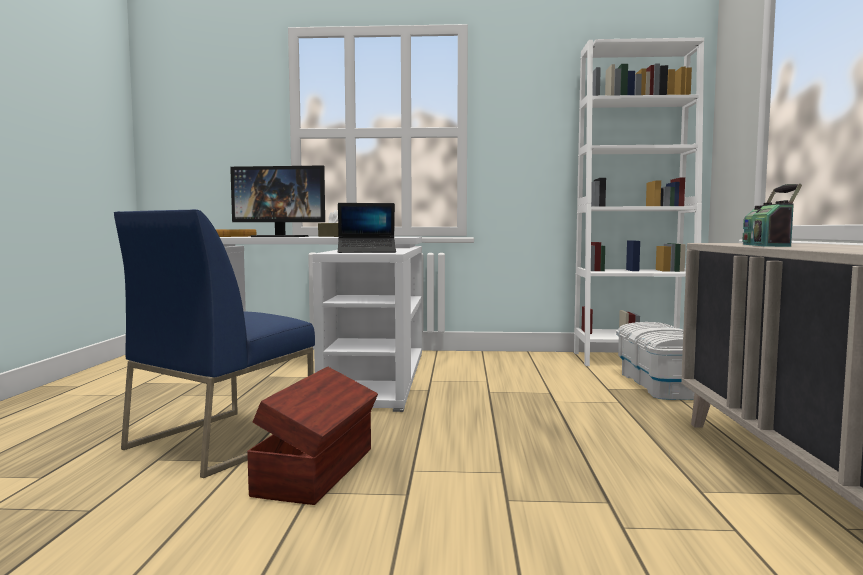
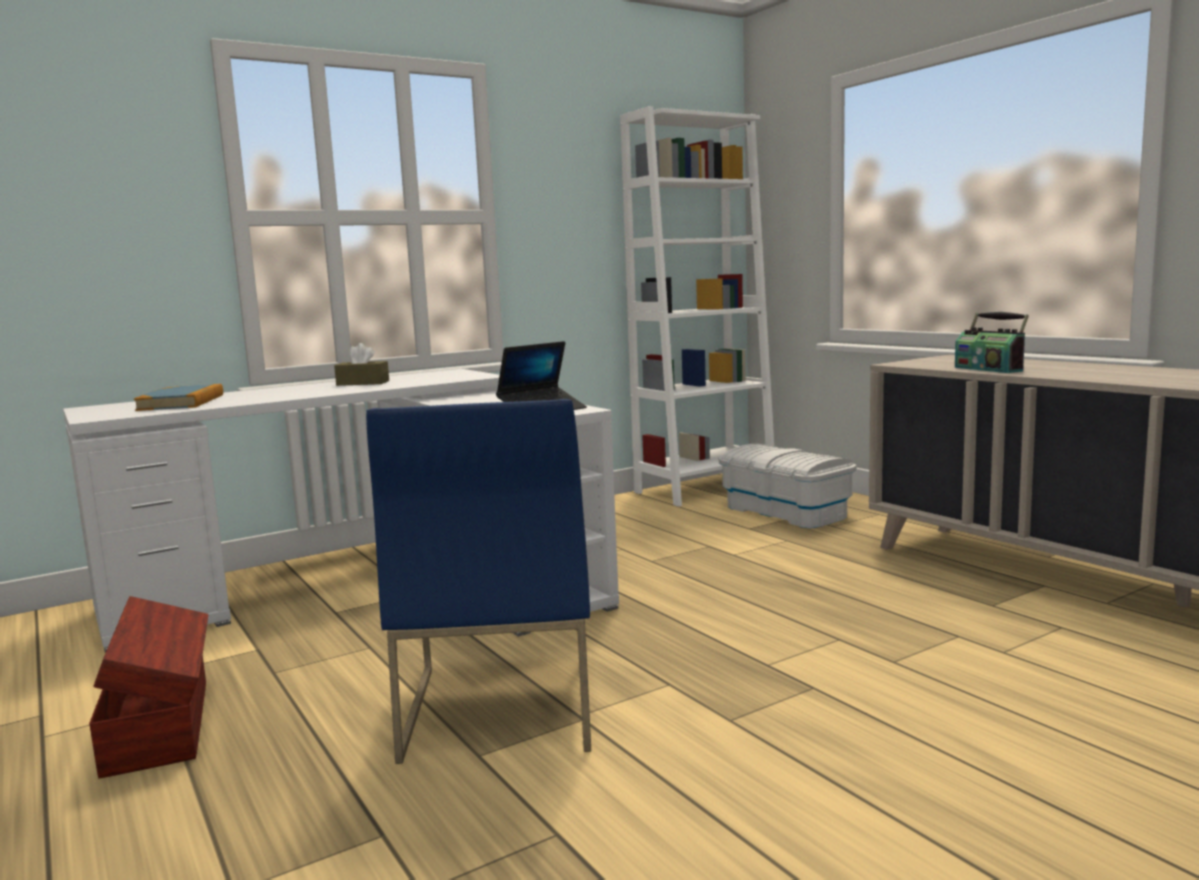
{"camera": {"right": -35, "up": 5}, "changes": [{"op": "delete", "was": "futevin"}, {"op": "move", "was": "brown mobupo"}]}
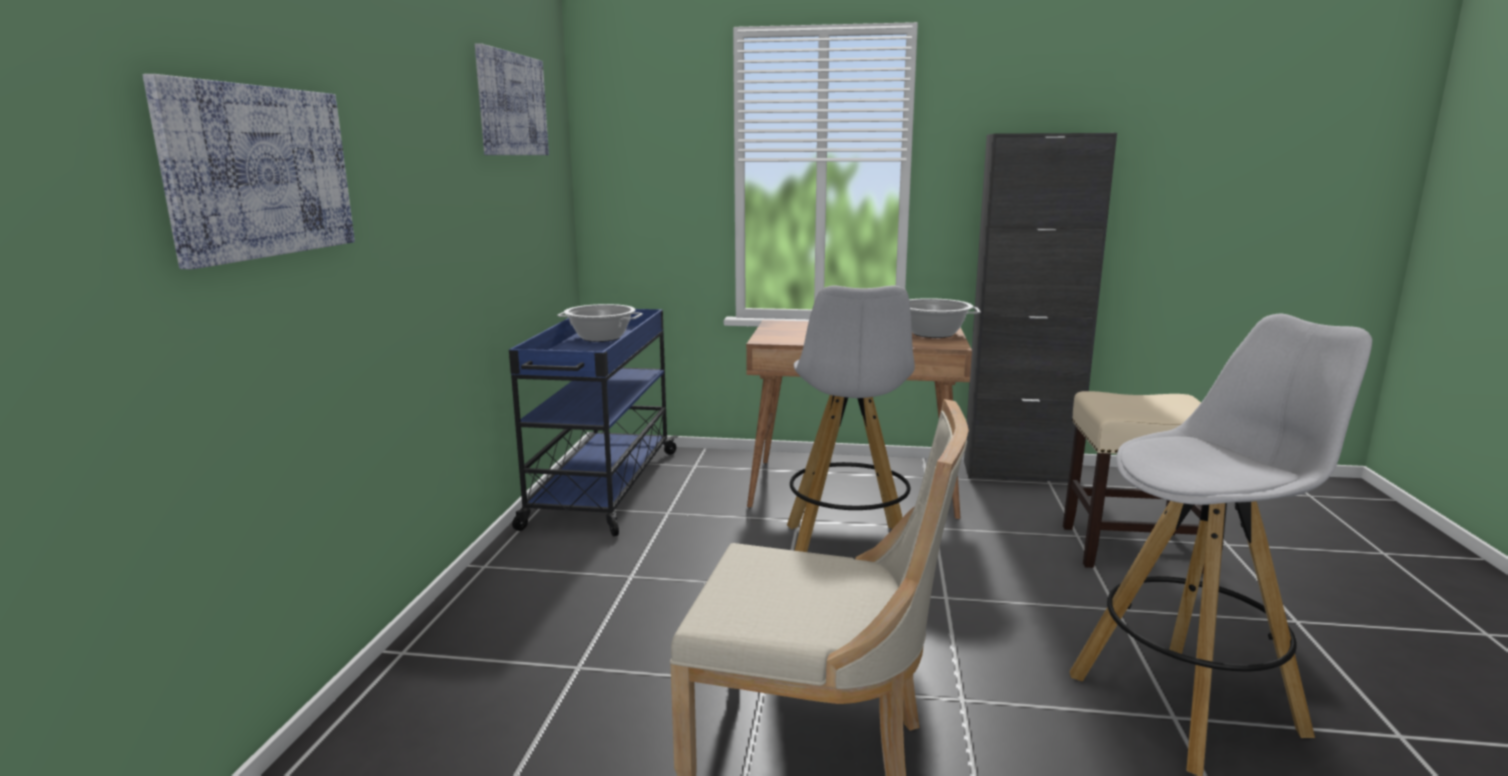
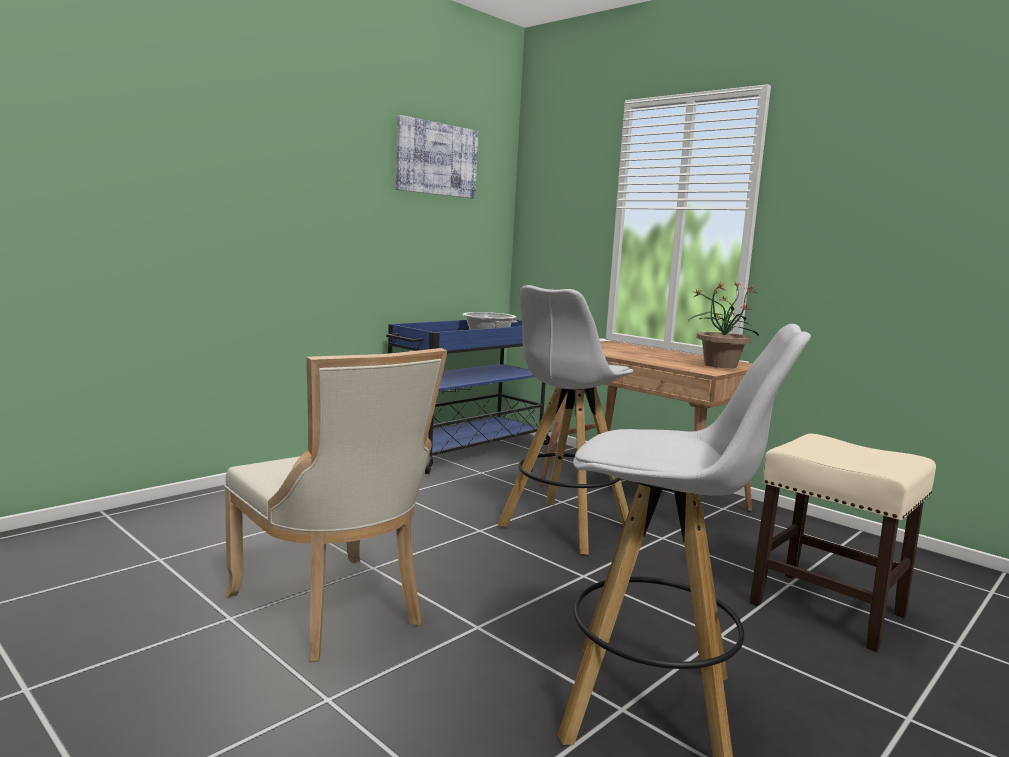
{"camera": {"right": 35, "up": -5}, "changes": [{"op": "delete", "was": "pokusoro (1st from left)"}, {"op": "replace", "was": "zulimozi (2nd from left)", "now": "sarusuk"}, {"op": "delete", "was": "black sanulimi"}]}
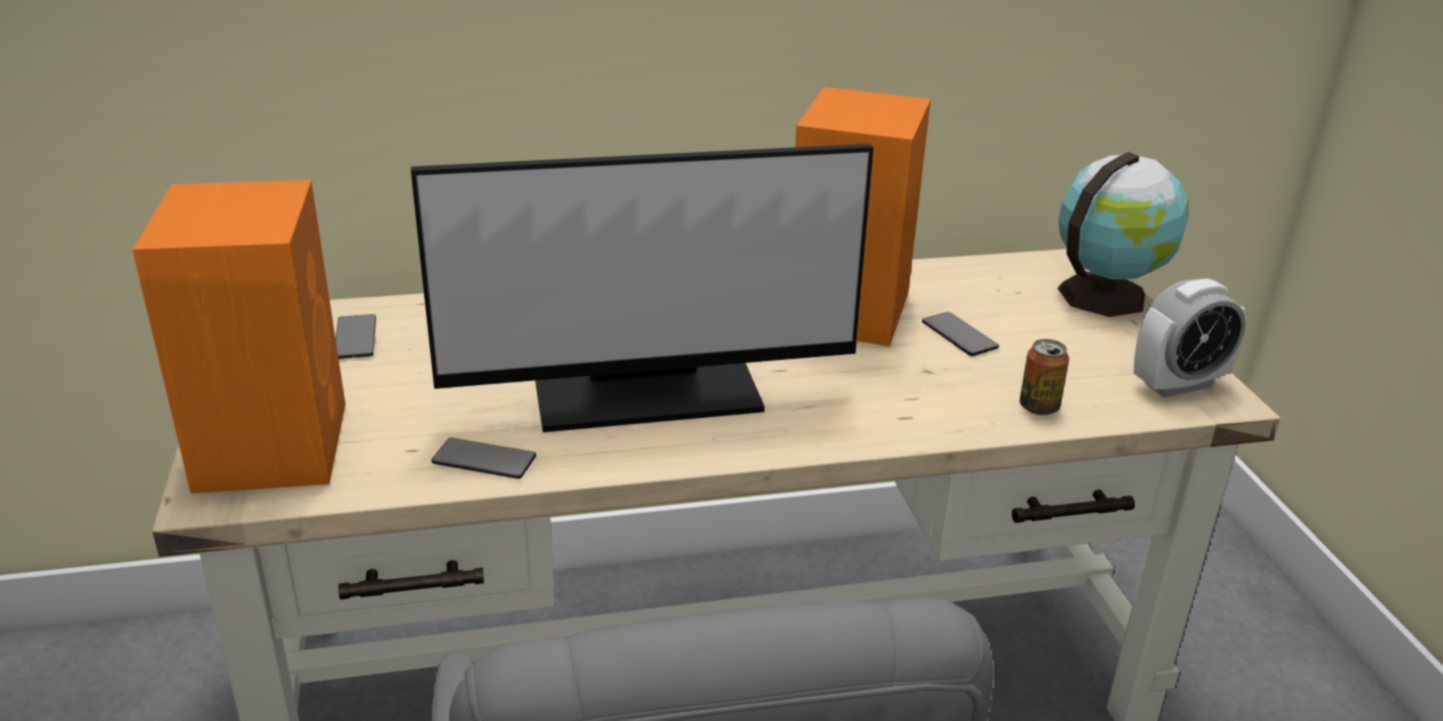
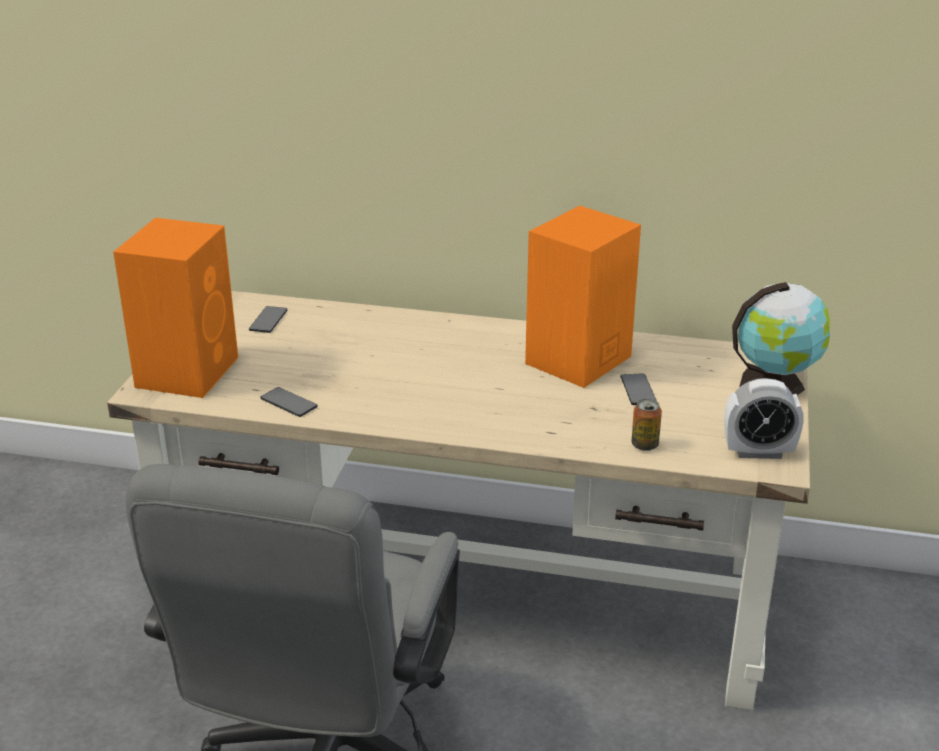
{"camera": {"right": 25, "up": 0}, "changes": [{"op": "delete", "was": "futevin"}]}
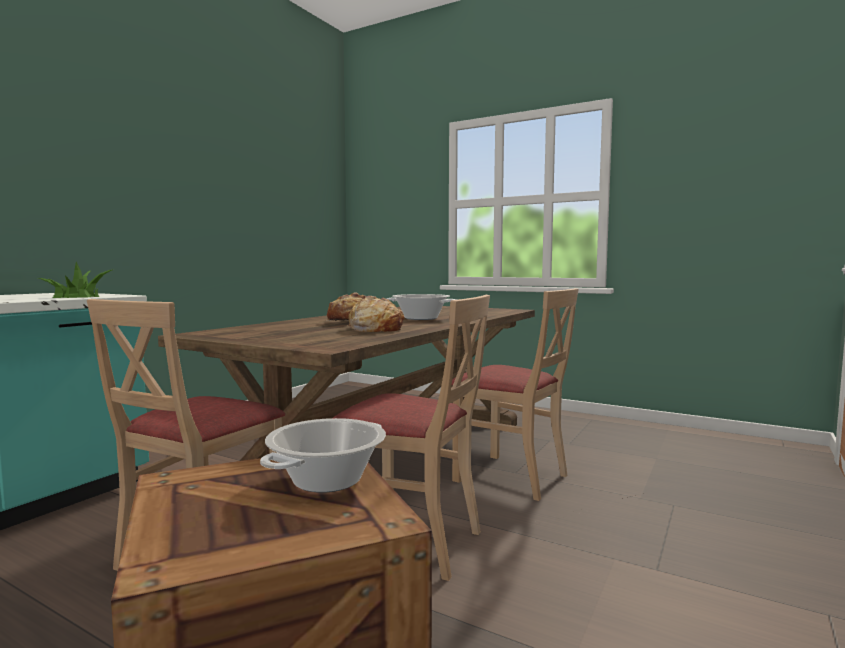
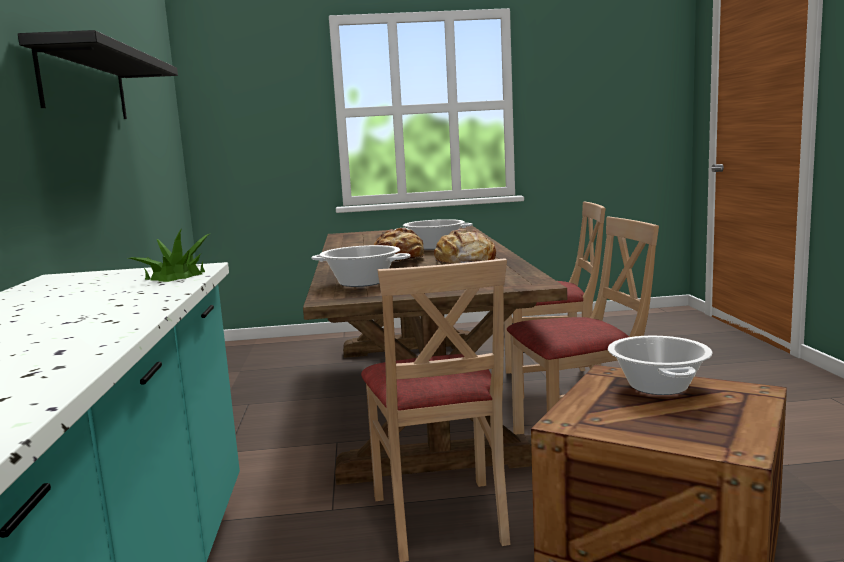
{"camera": {"right": -35, "up": 5}, "changes": [{"op": "insert", "now": "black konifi"}, {"op": "insert", "now": "zulimozi (1st from left)"}]}
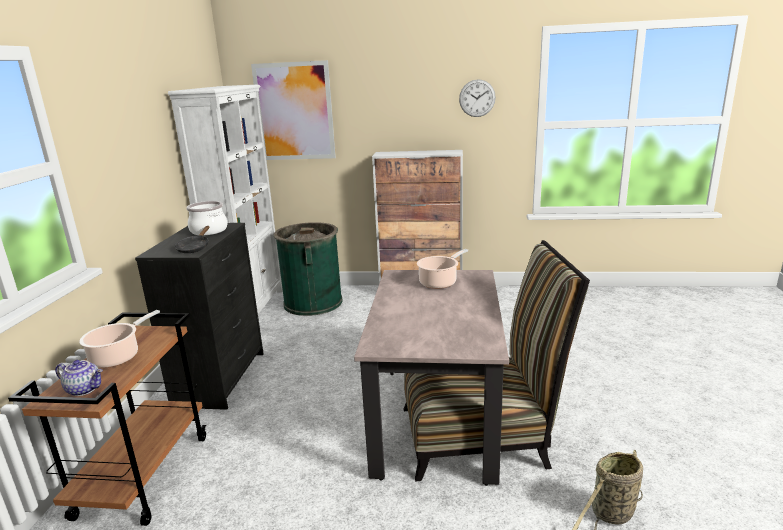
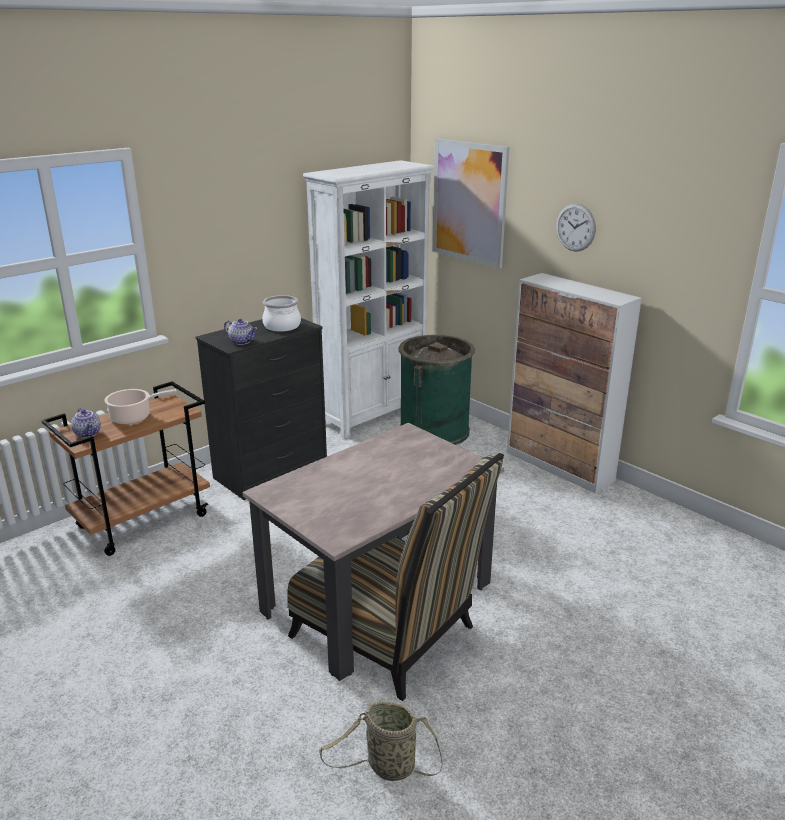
{"camera": {"right": 40, "up": 5}, "changes": [{"op": "replace", "was": "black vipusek", "now": "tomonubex (2nd from left)"}, {"op": "delete", "was": "zulimozi (3rd from left)"}, {"op": "move", "was": "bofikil"}]}
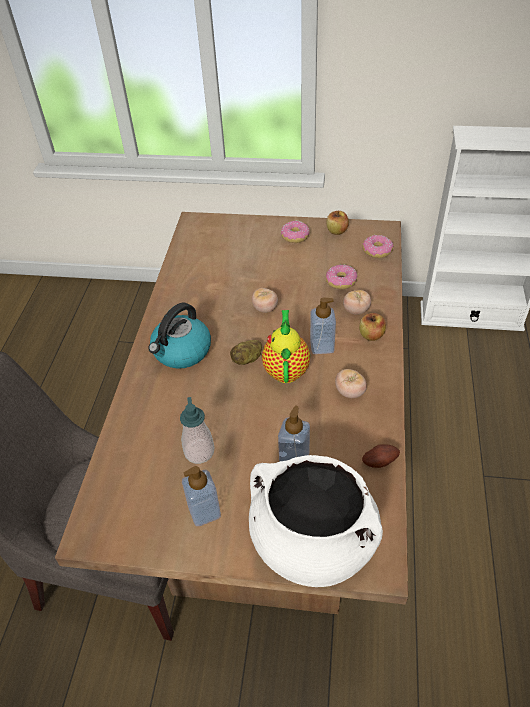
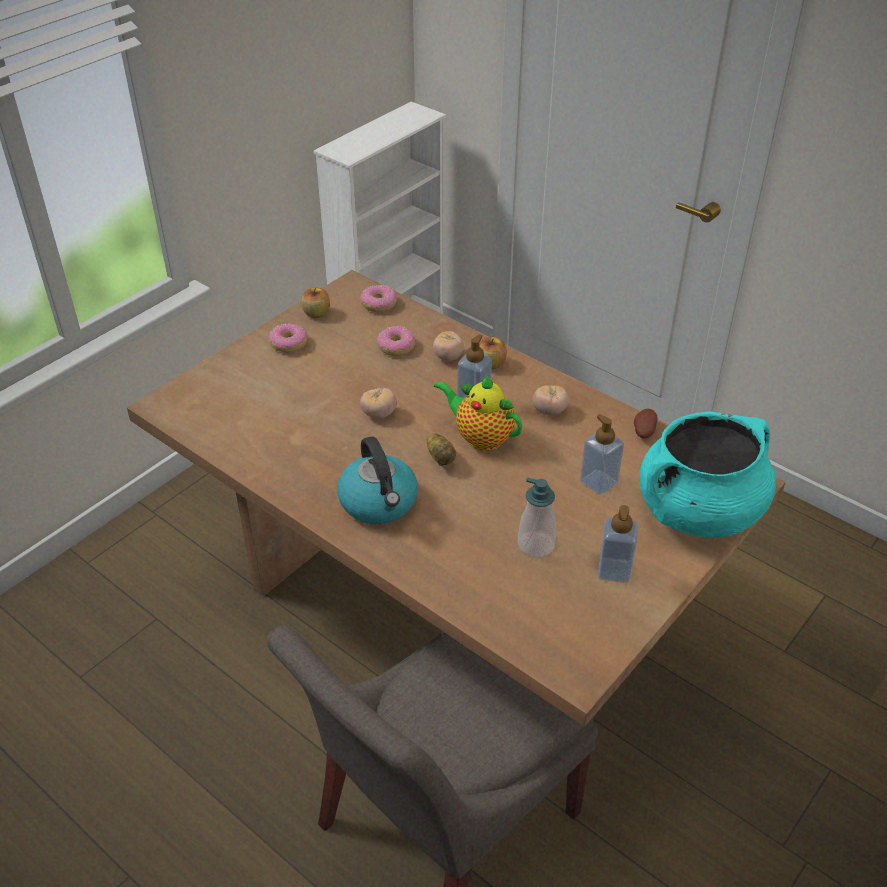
{"camera": {"right": -60, "up": -5}, "changes": [{"op": "recolor", "was": "white zulimozi", "now": "turquoise zulimozi"}]}
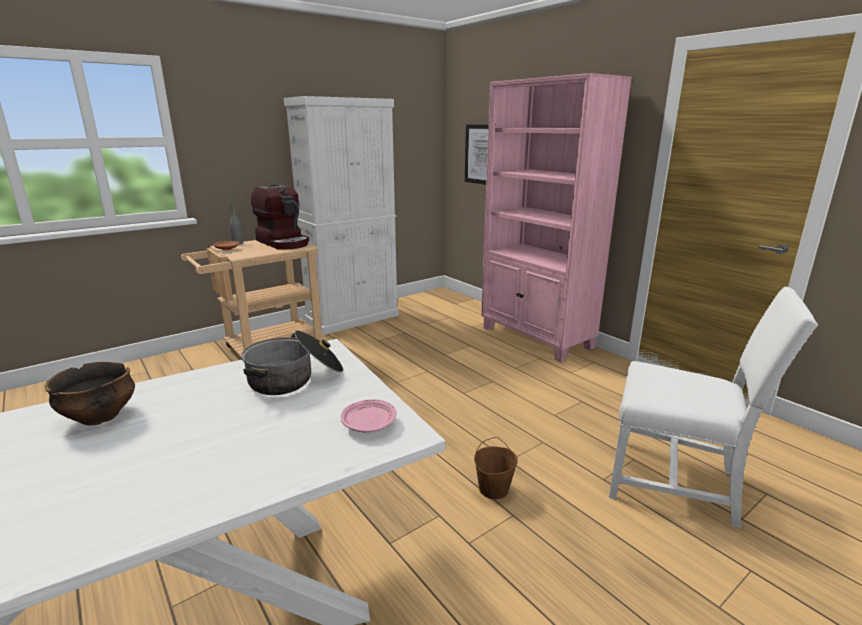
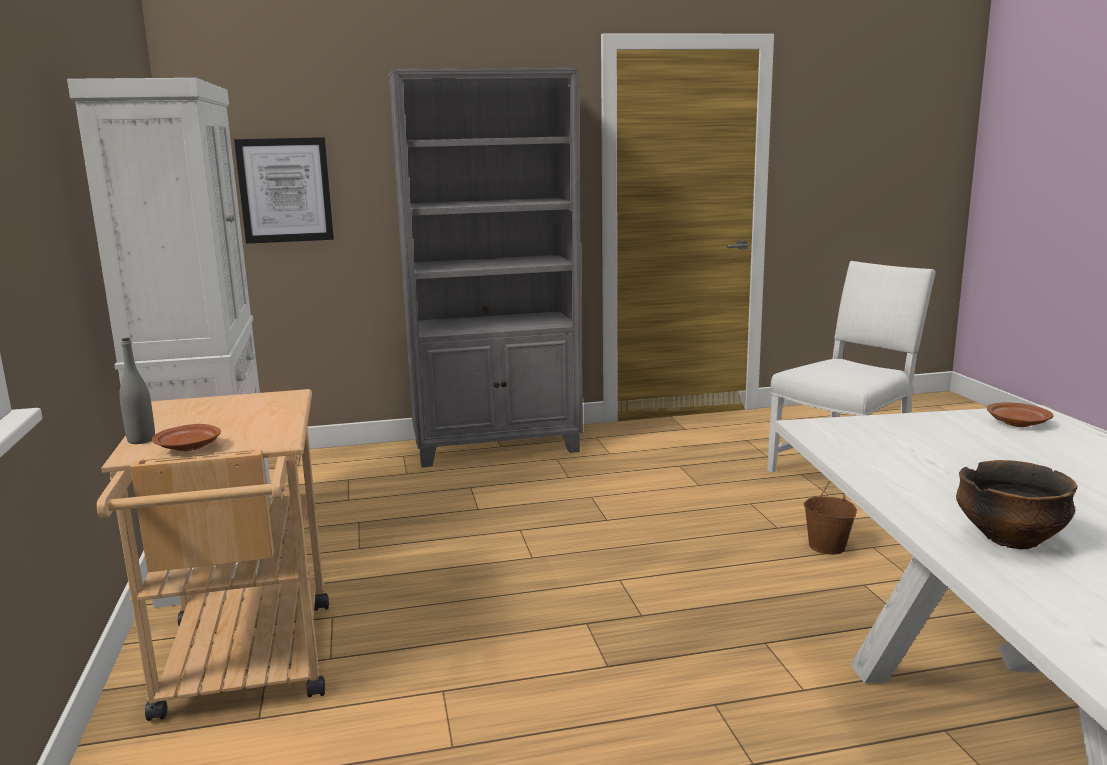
{"camera": {"right": -65, "up": -5}, "changes": [{"op": "delete", "was": "zulimozi"}, {"op": "delete", "was": "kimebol"}, {"op": "recolor", "was": "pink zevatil", "now": "brown zevatil (2nd from left)"}, {"op": "recolor", "was": "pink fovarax", "now": "grey fovarax"}]}
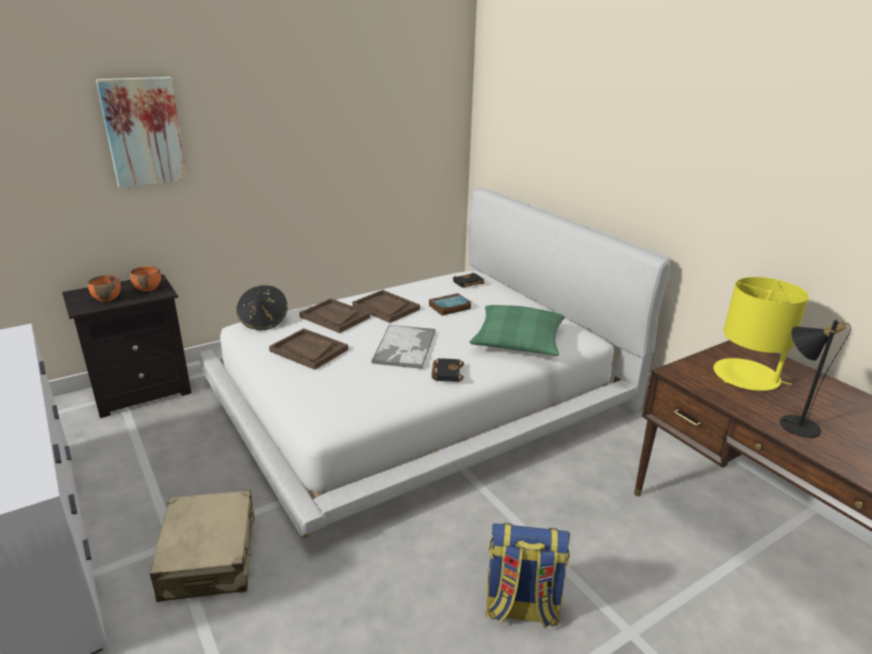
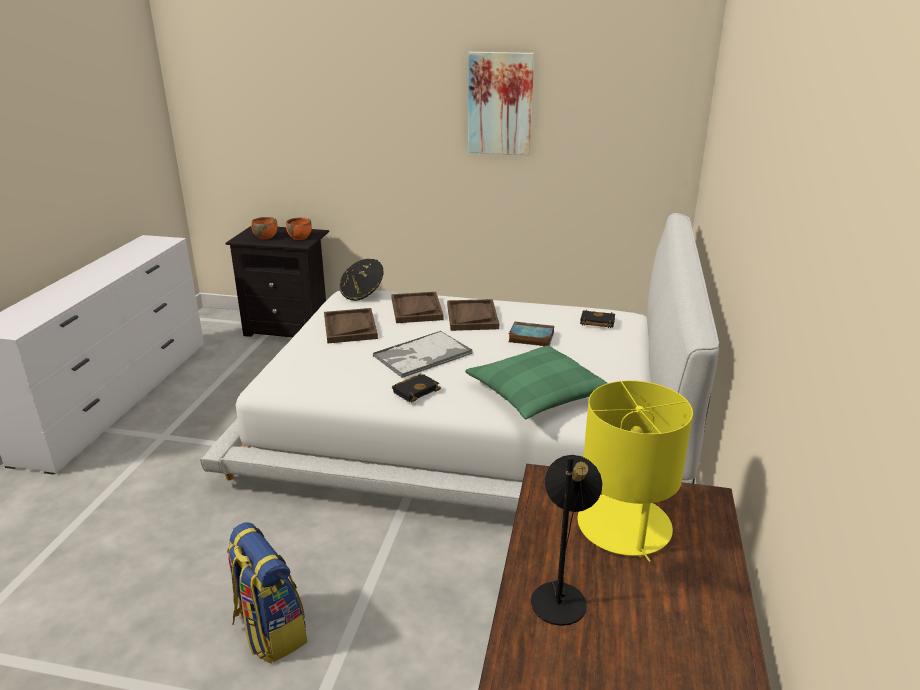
{"camera": {"right": 45, "up": 0}, "changes": [{"op": "move", "was": "pokusoro"}, {"op": "delete", "was": "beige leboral"}]}
